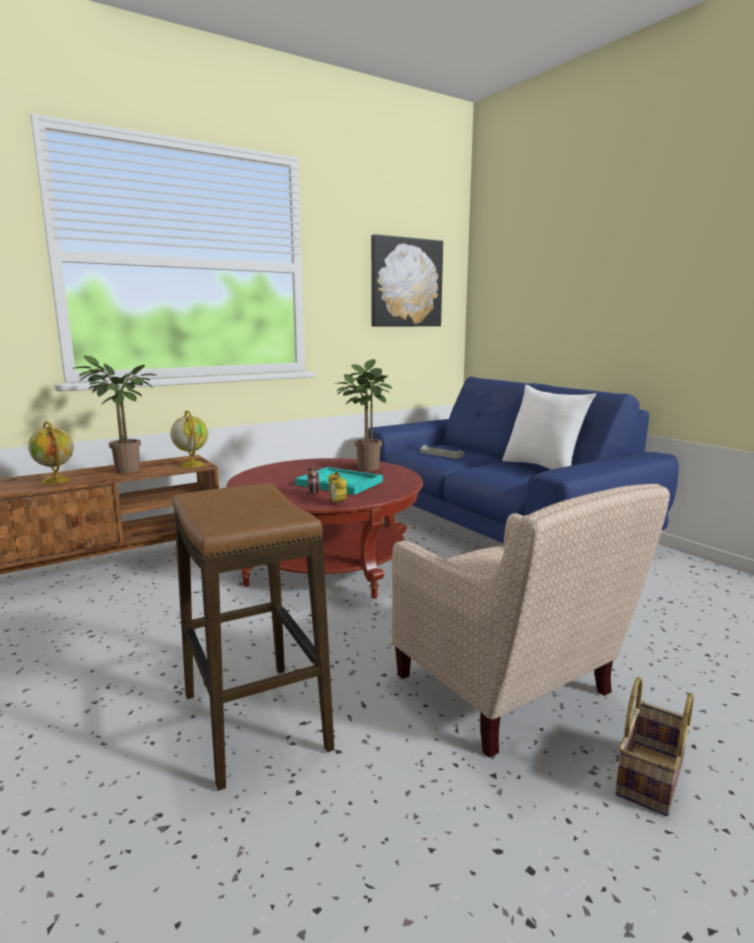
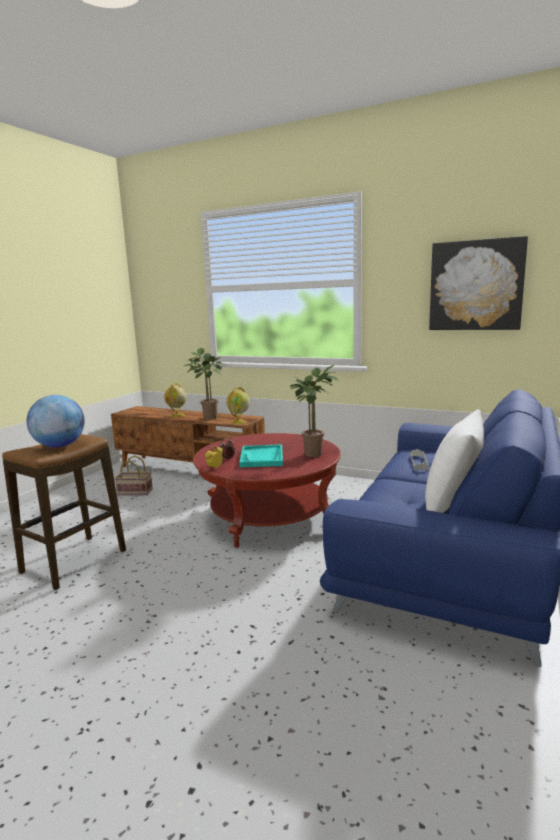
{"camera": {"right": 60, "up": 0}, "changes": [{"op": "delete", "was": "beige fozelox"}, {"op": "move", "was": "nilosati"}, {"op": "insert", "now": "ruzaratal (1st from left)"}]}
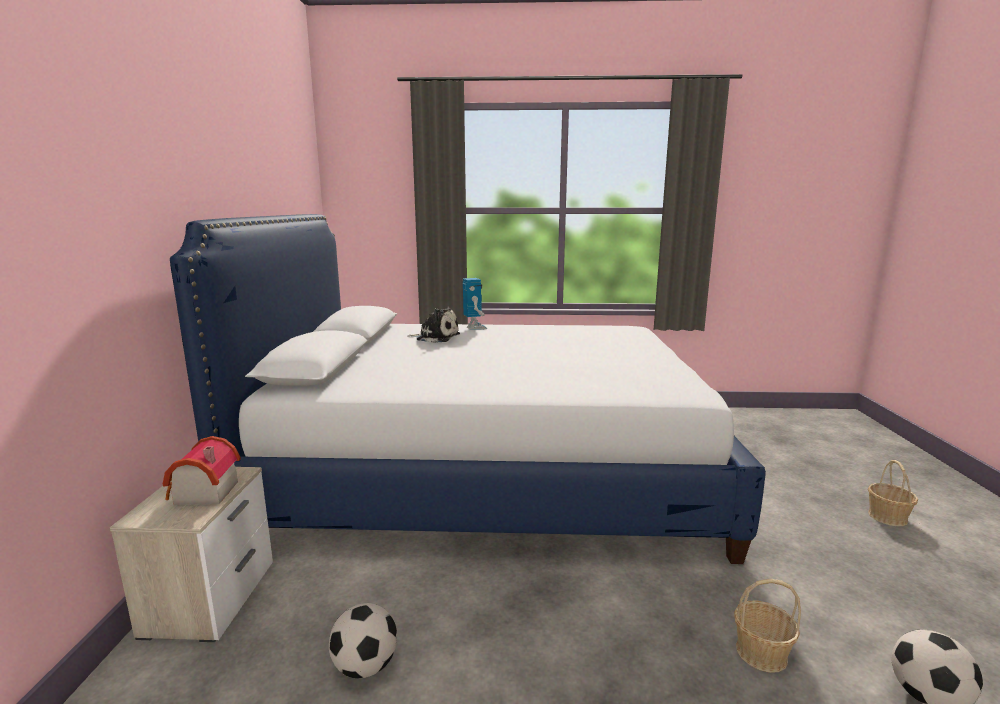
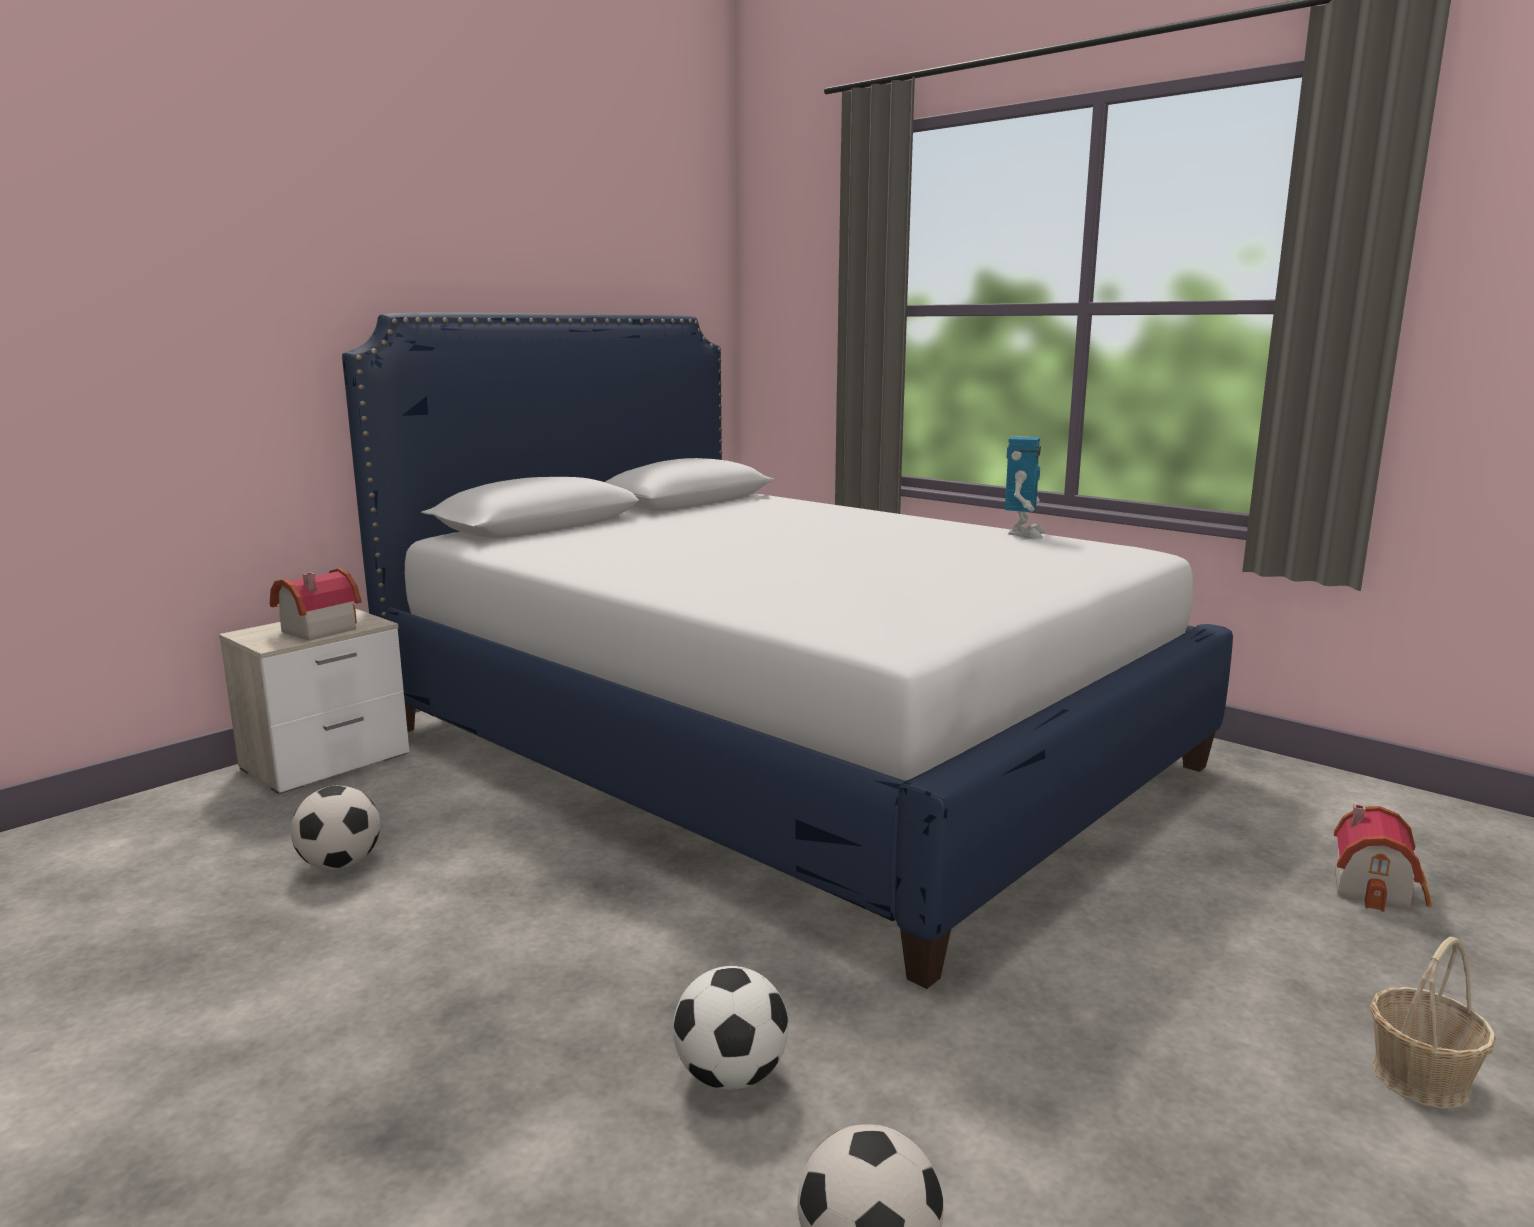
{"camera": {"right": 40, "up": 0}, "changes": [{"op": "delete", "was": "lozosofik"}, {"op": "move", "was": "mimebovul"}, {"op": "replace", "was": "nilosati (1st from left)", "now": "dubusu (2nd from left)"}, {"op": "insert", "now": "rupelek (2nd from left)"}]}
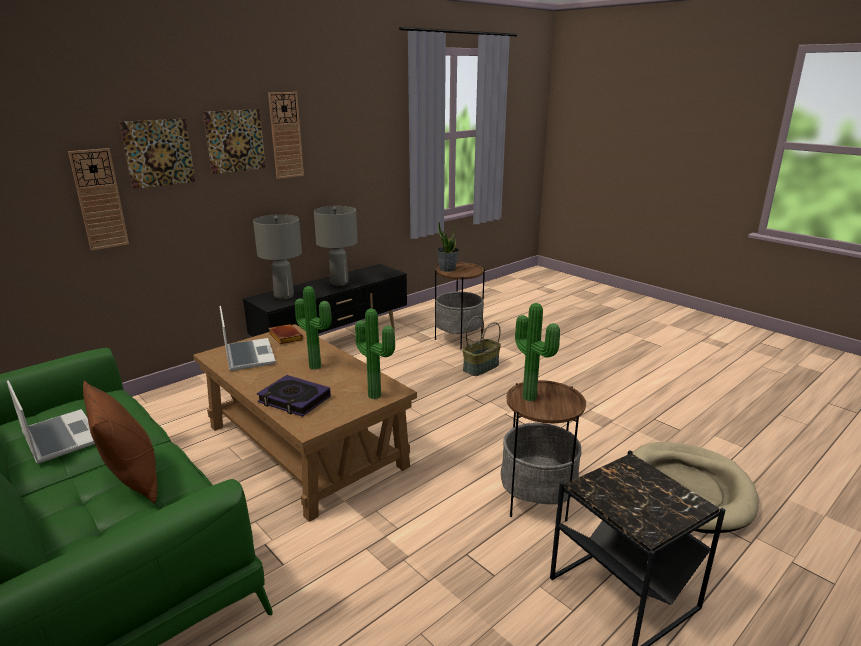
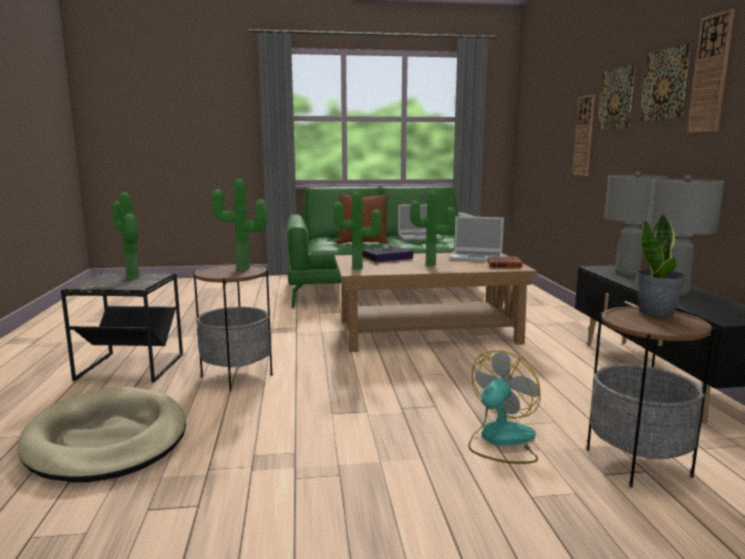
{"camera": {"right": 125, "up": -10}, "changes": [{"op": "replace", "was": "nilosati", "now": "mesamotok"}, {"op": "insert", "now": "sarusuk (1st from left)"}]}
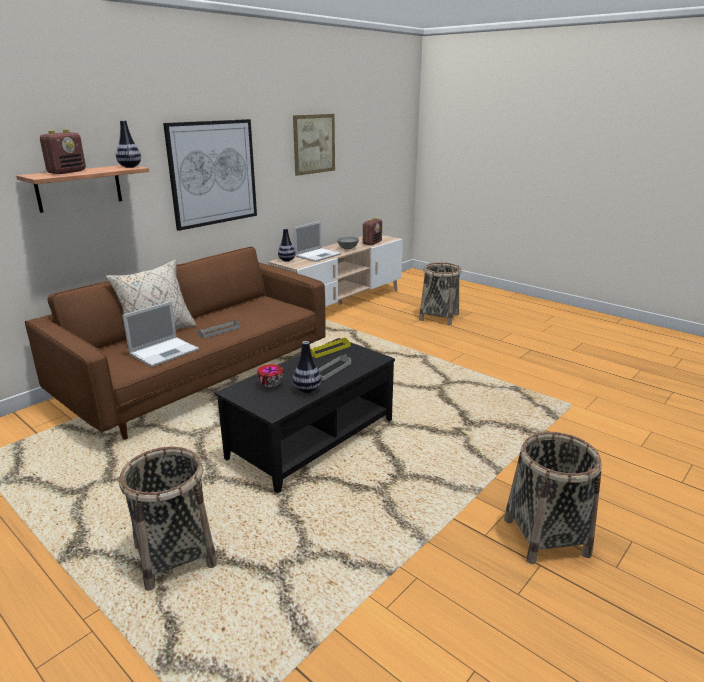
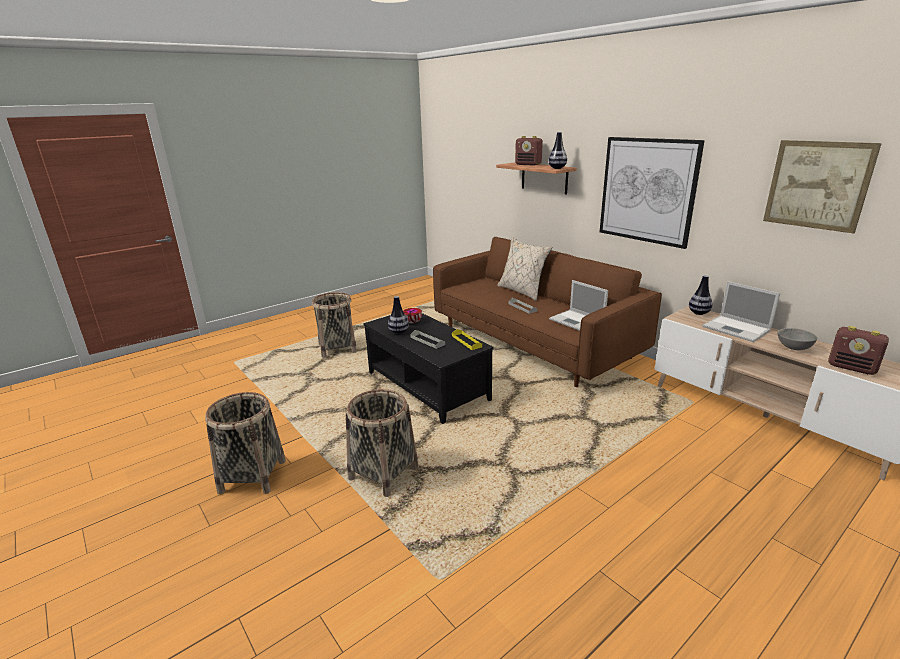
{"camera": {"right": 100, "up": 0}, "changes": [{"op": "move", "was": "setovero (1st from left)"}, {"op": "move", "was": "nilosati (2nd from left in the first image)", "now": "nilosati (3rd from left)"}]}
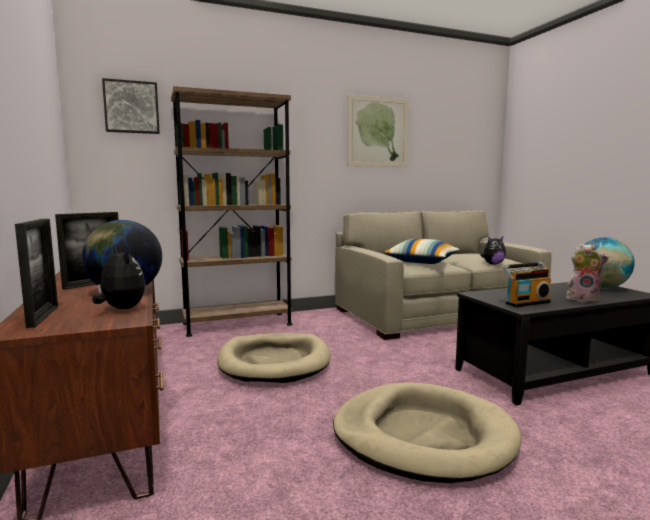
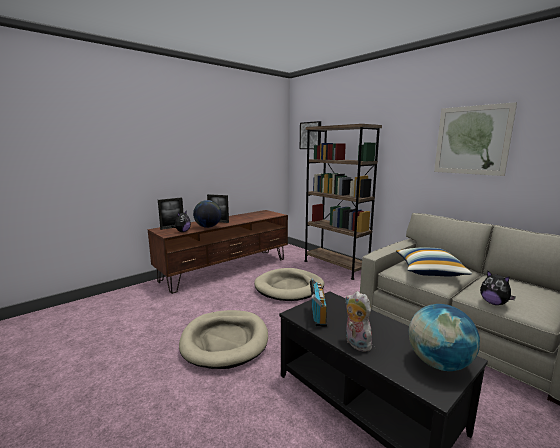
{"camera": {"right": 70, "up": 5}, "changes": [{"op": "rotate", "was": "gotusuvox", "clockwise": -135}, {"op": "rotate", "was": "lozosofik (3rd from left in the first image)", "clockwise": 150}]}
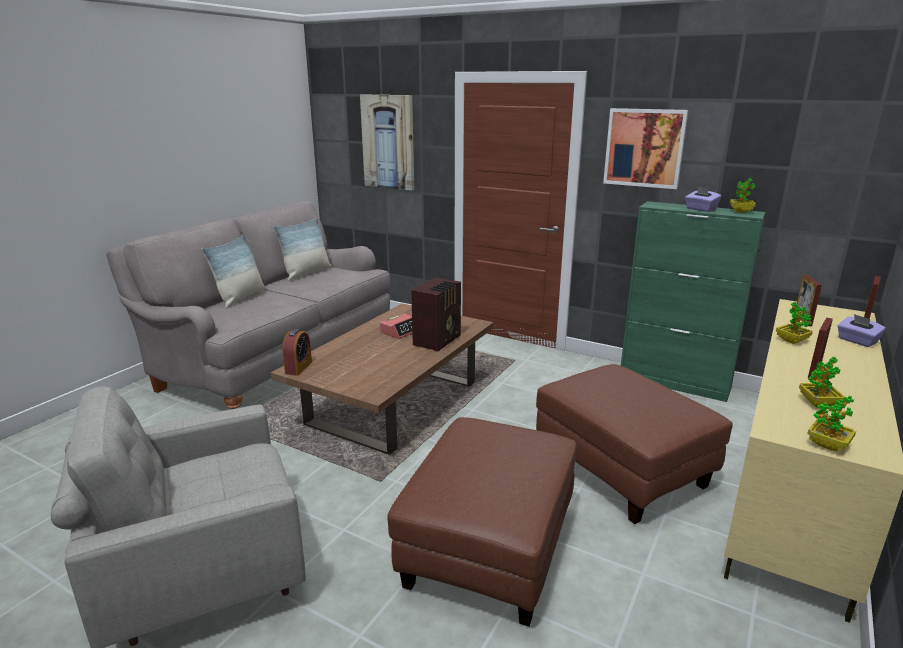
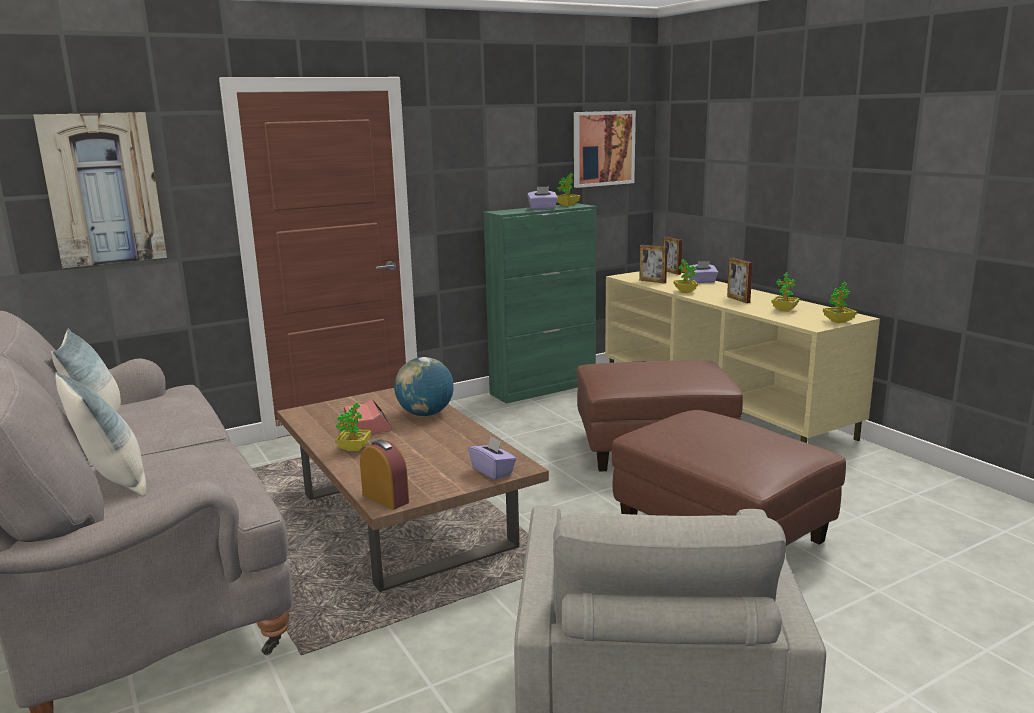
{"camera": {"right": -60, "up": -5}, "changes": [{"op": "replace", "was": "gotusuvox", "now": "ruzaratal"}, {"op": "move", "was": "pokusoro (2nd from left)"}, {"op": "insert", "now": "sarusuk (1st from left)"}, {"op": "insert", "now": "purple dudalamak (1st from left)"}]}
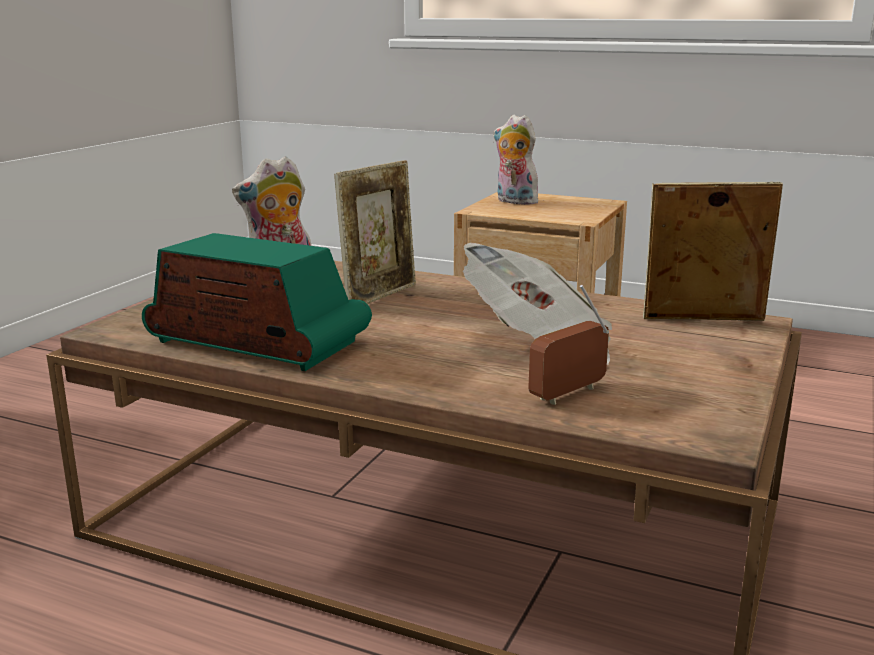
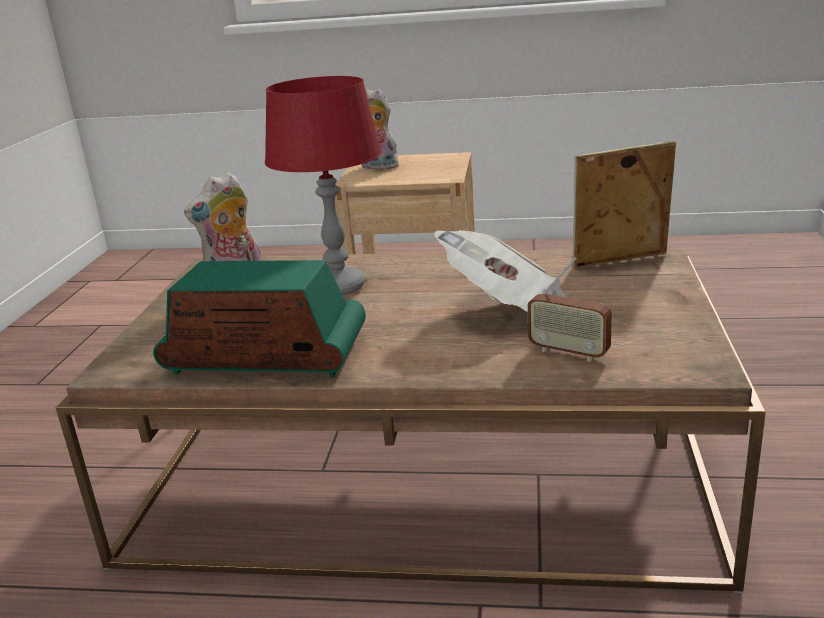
{"camera": {"right": -15, "up": 5}, "changes": [{"op": "replace", "was": "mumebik (1st from left)", "now": "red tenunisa"}, {"op": "rotate", "was": "gotusuvox (2nd from left)", "clockwise": -90}]}
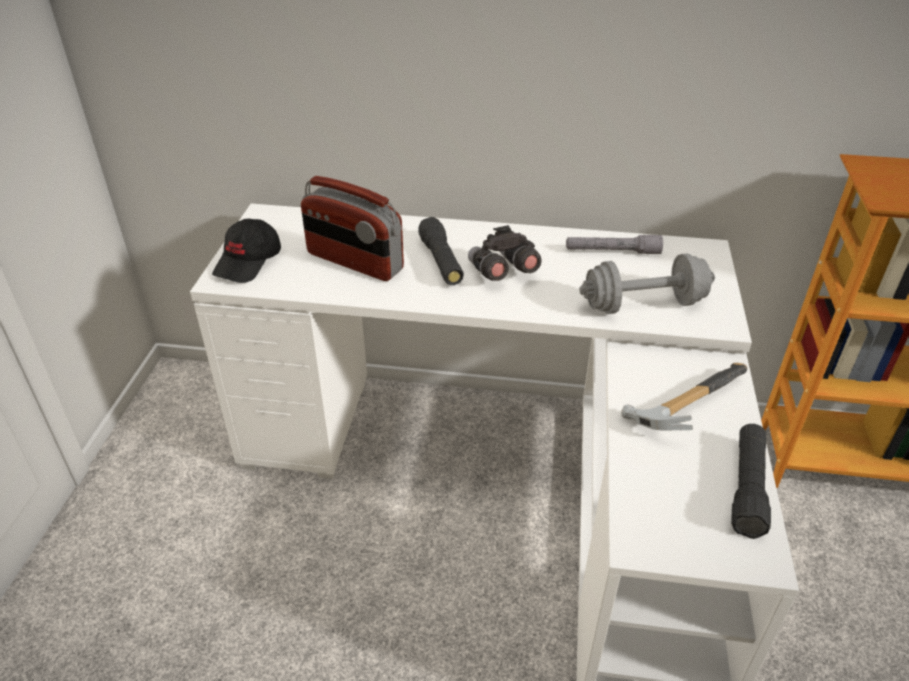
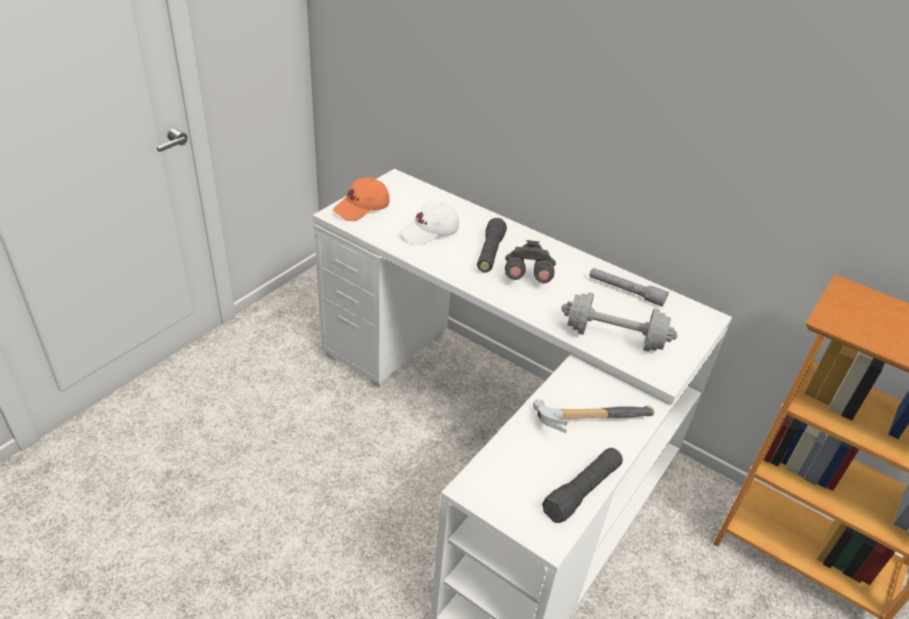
{"camera": {"right": 25, "up": 0}, "changes": [{"op": "recolor", "was": "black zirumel", "now": "orange zirumel"}, {"op": "replace", "was": "gotusuvox", "now": "white zirumel"}]}
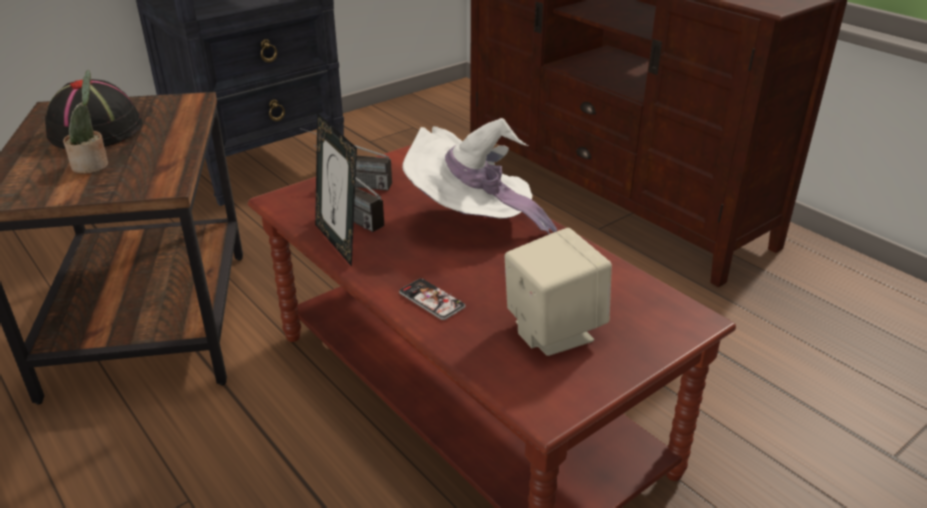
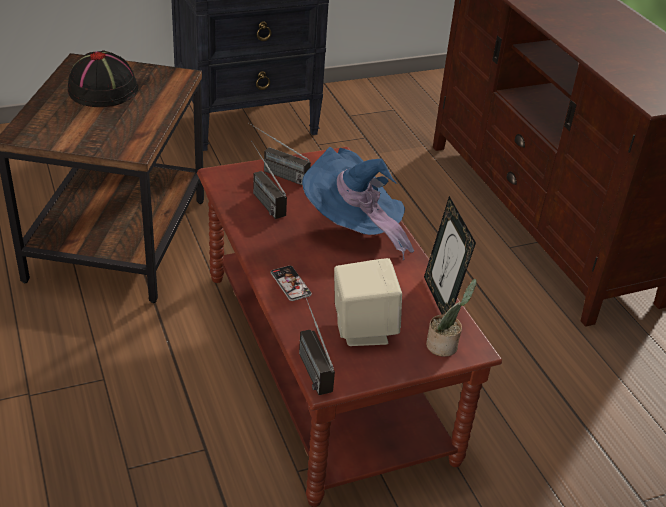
{"camera": {"right": 15, "up": 5}, "changes": [{"op": "move", "was": "sarusuk"}, {"op": "move", "was": "mumebik"}, {"op": "recolor", "was": "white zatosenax", "now": "blue zatosenax"}, {"op": "insert", "now": "gotusuvox (3rd from left)"}]}
